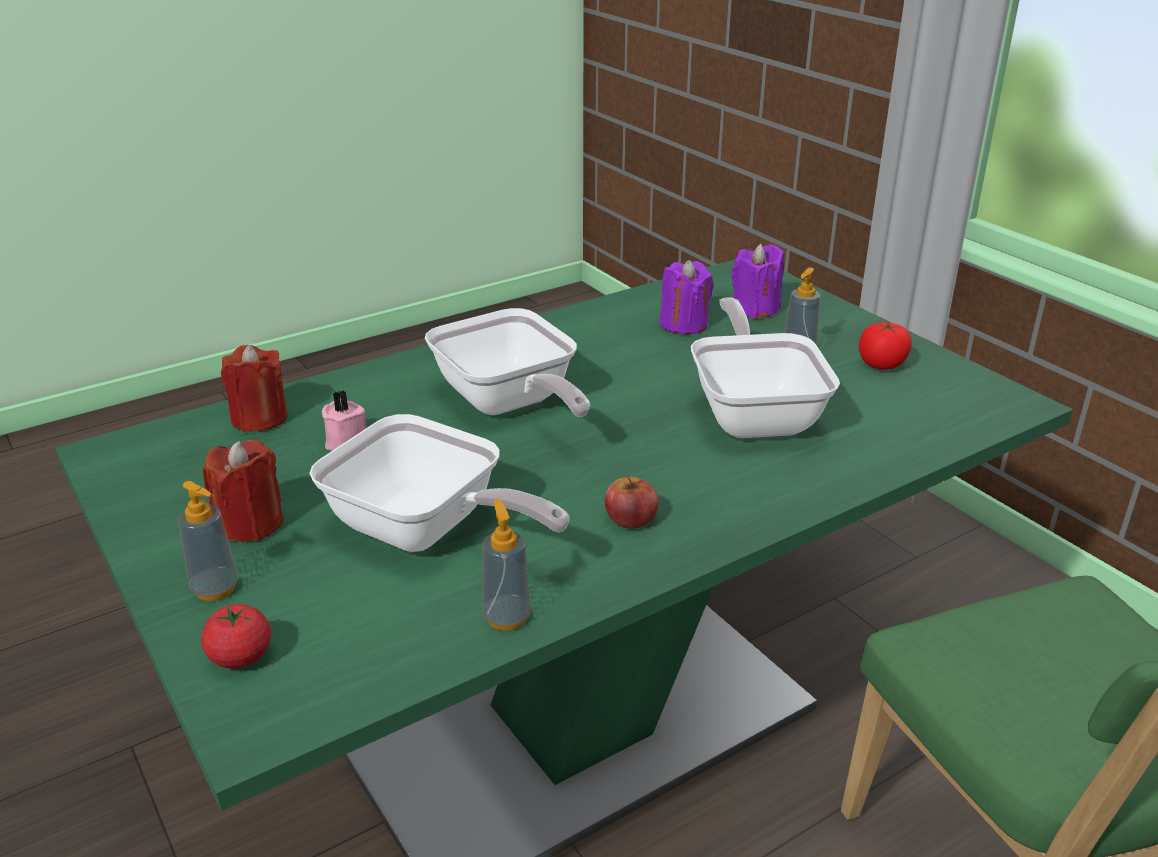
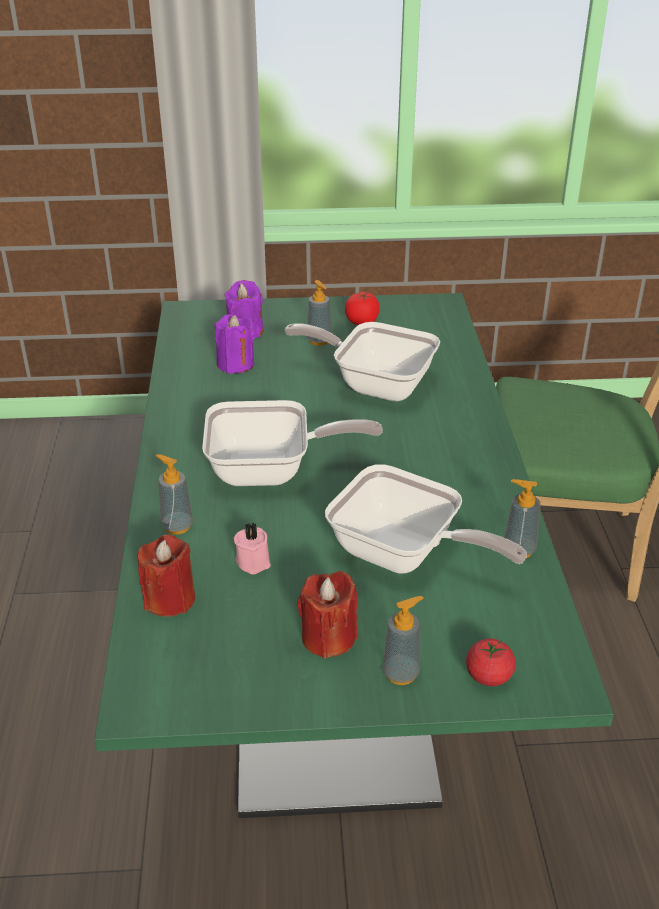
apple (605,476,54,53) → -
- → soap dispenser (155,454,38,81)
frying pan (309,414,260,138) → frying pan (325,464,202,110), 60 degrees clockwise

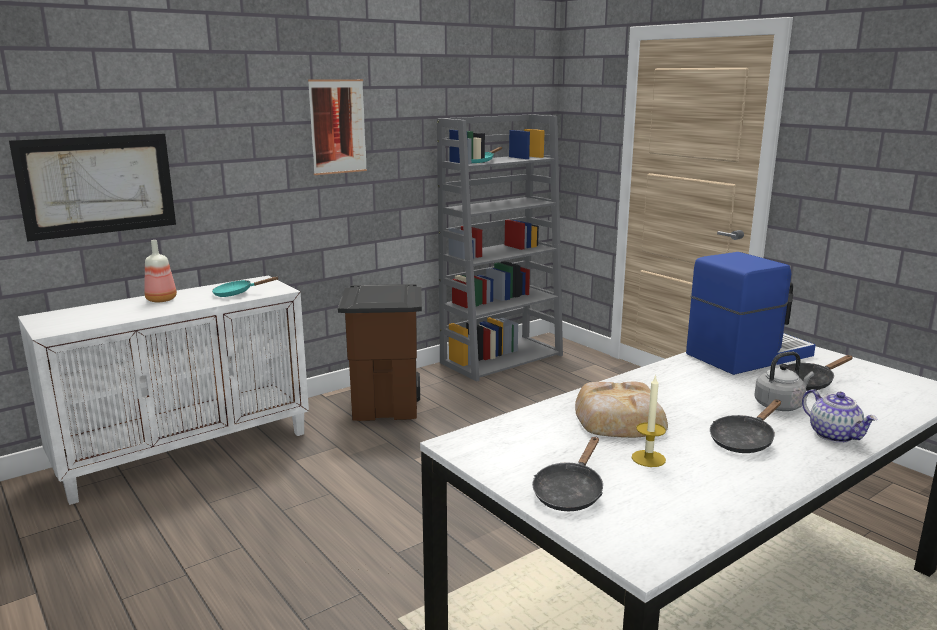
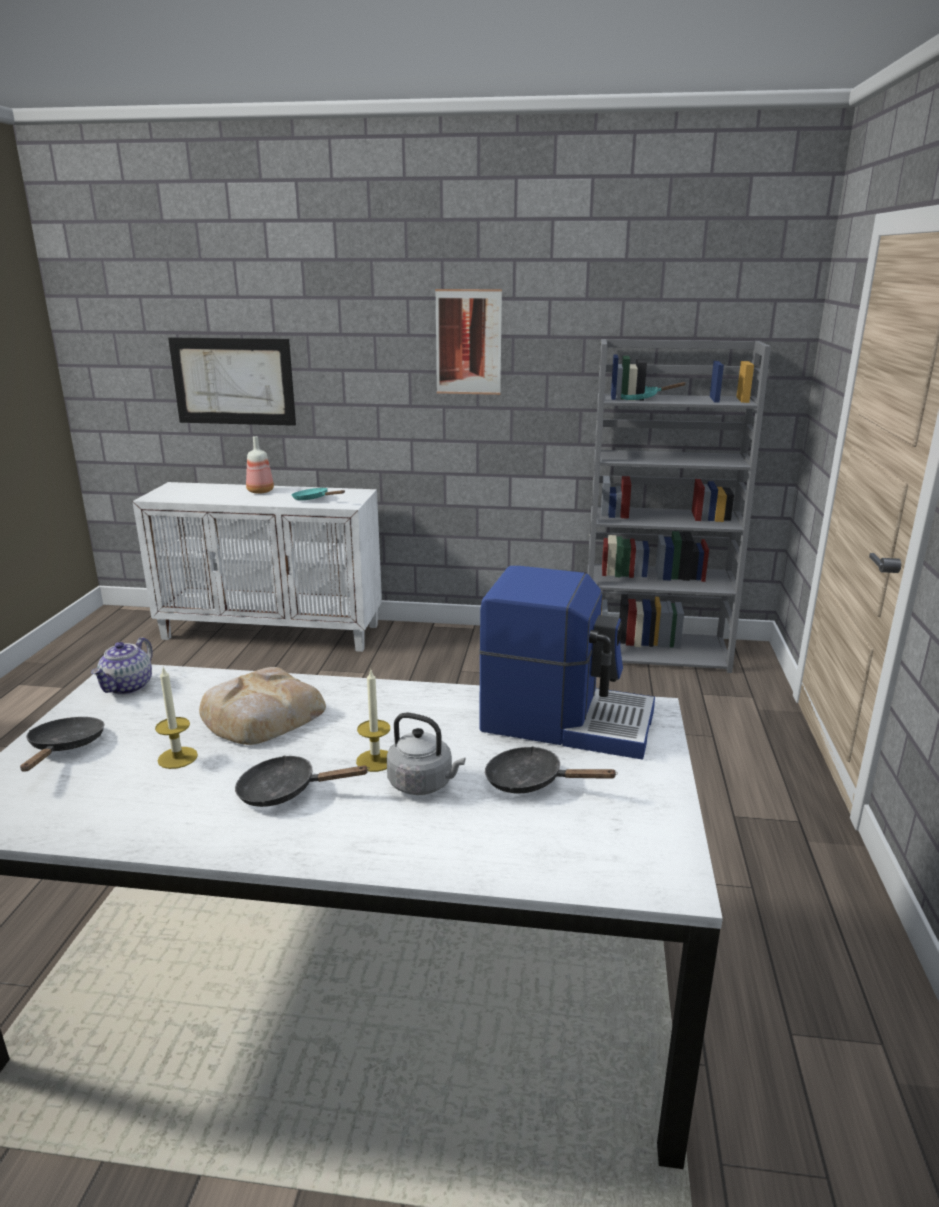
brown trash can (338,284,84,137) → -
- → candle (356,670,34,102)
teapot (802,389,76,54) → teapot (91,637,62,58), relocated
black frying pan (532,437,71,74) → black frying pan (20,717,84,55), 105 degrees clockwise

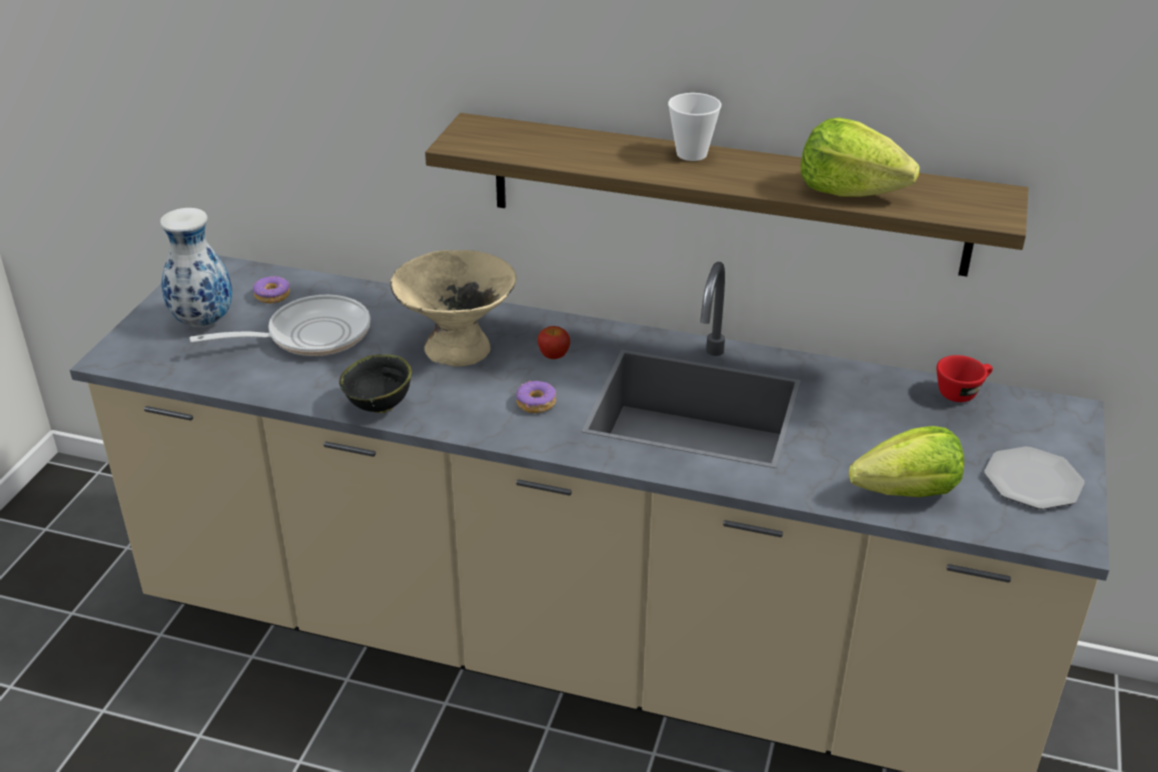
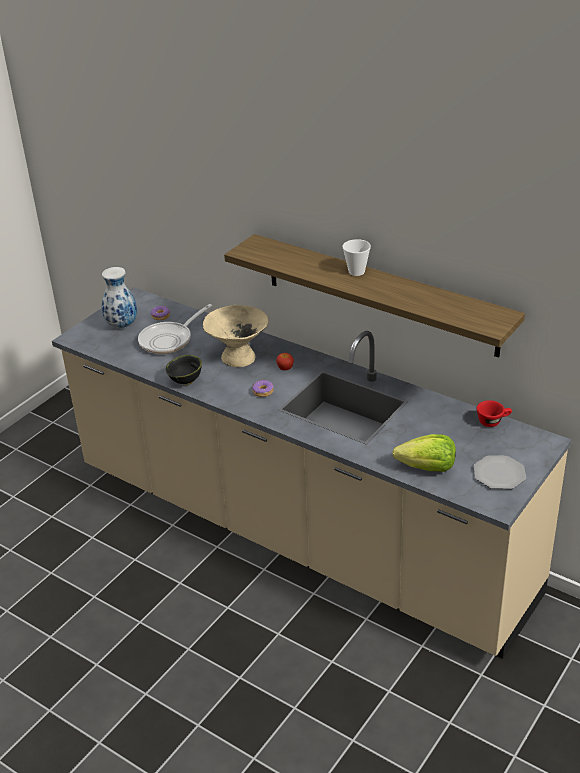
lettuce (801,117,119,80) → -
frying pan (190,295,180,61) → frying pan (138,304,74,50), 135 degrees clockwise

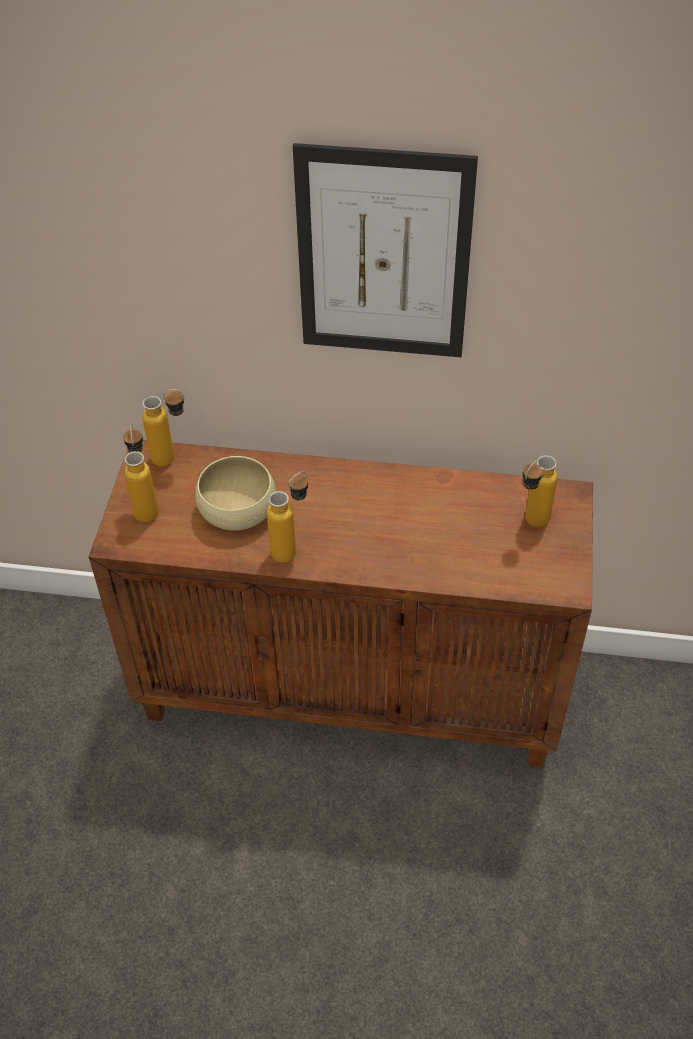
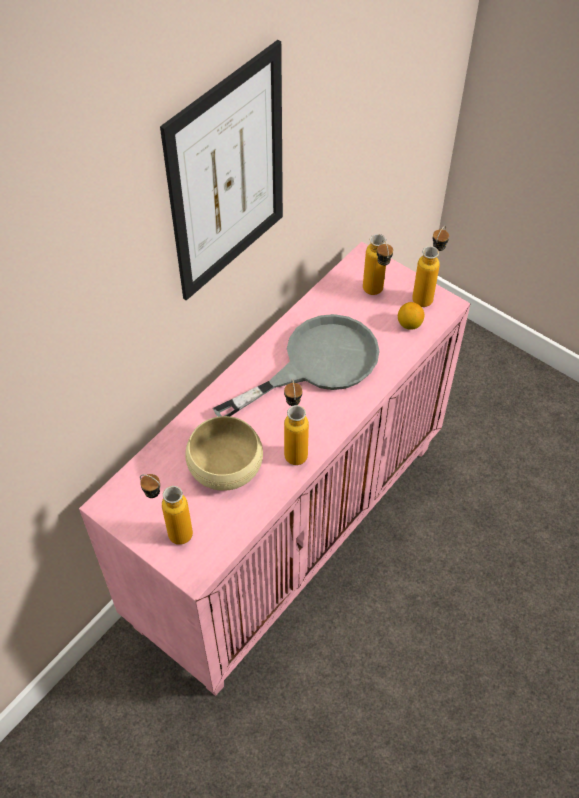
- → grey frying pan (213,314,166,103)
- → lemon (398,302,27,28)
bottle (142,389,43,78) → bottle (412,226,37,81), relocated
brown cabinet (89,440,504,327) → pink cabinet (79,241,391,455)

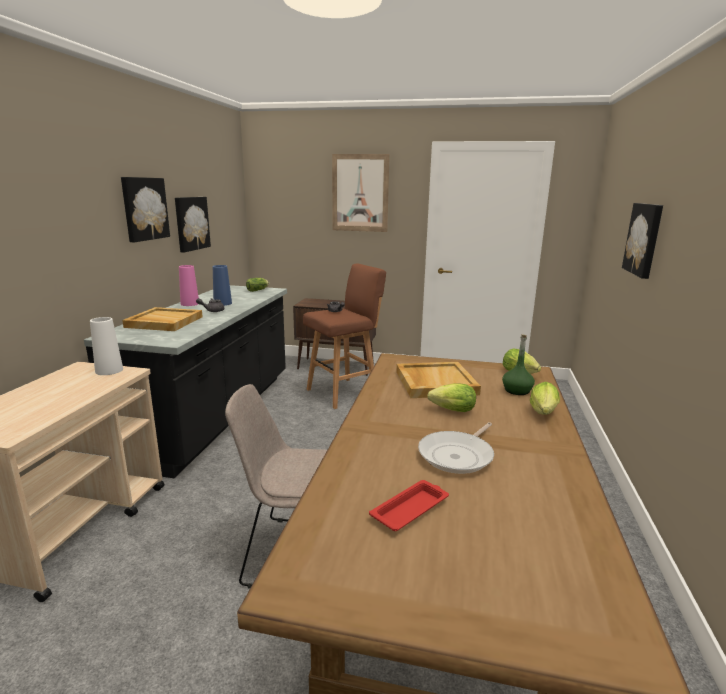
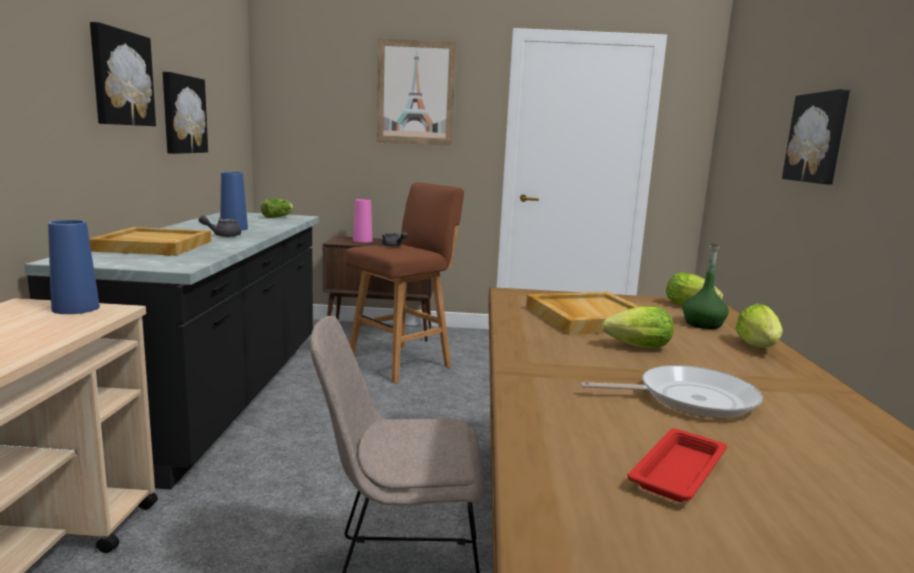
pink vase (179,265,20,41) → pink vase (353,199,20,43), relocated
white vase (90,317,33,58) → blue vase (48,220,52,94)
frying pan (418,422,76,52) → frying pan (581,365,182,53), 120 degrees counterclockwise

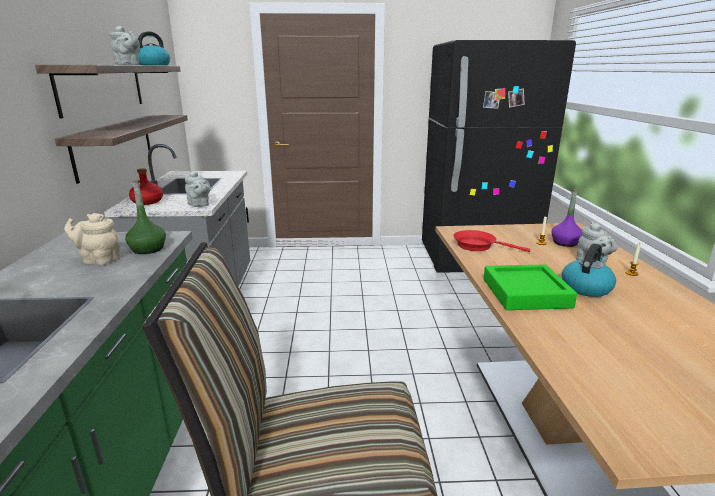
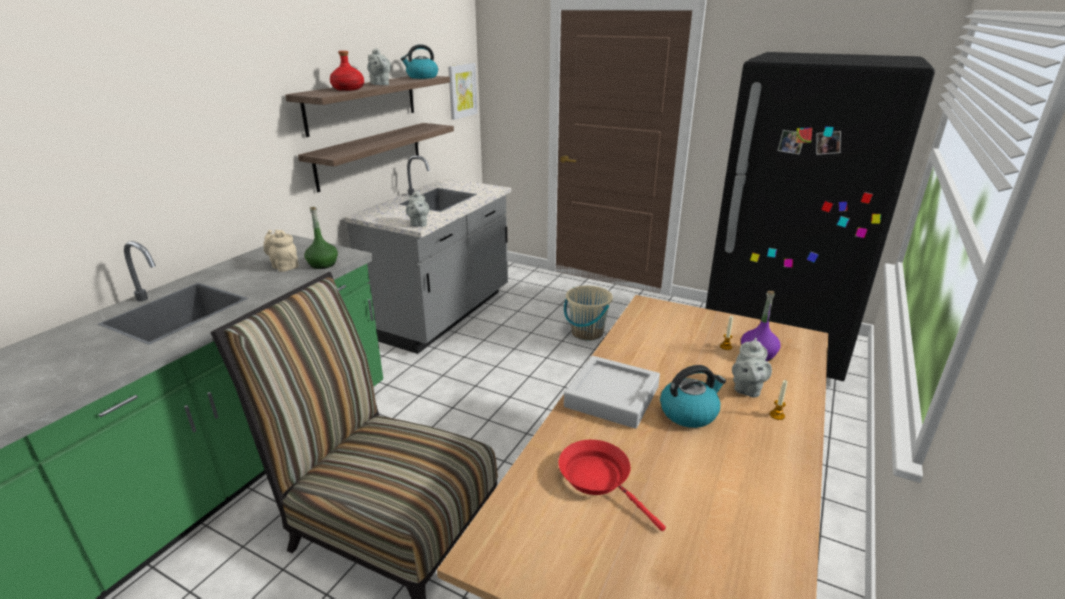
- → picture (448,63,30,57)
- → beige bucket (564,286,49,55)
red bottle (129,168,34,37) → red bottle (330,51,34,40), relocated
red frying pan (453,230,77,22) → red frying pan (559,440,107,91), relocated
green tray (484,264,93,46) → grey tray (564,356,96,73)

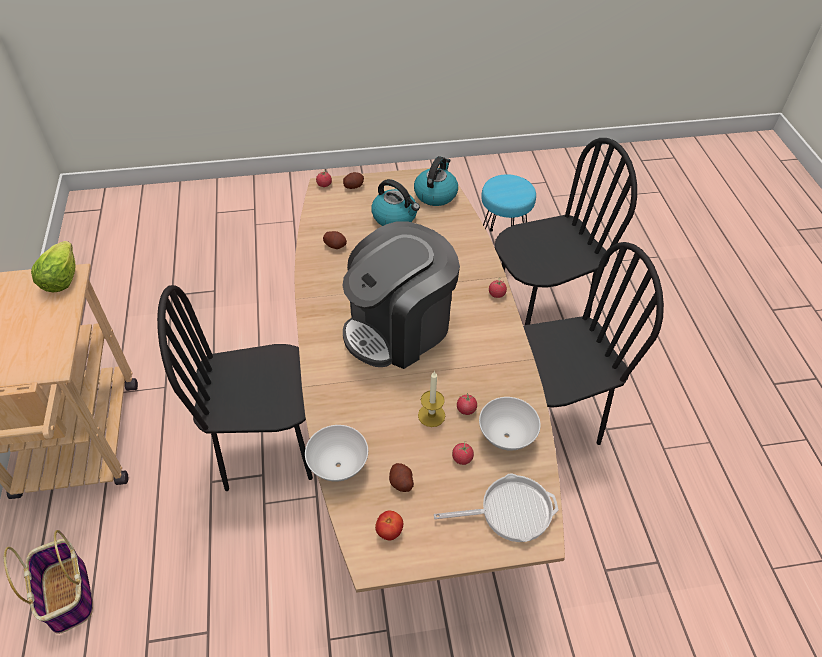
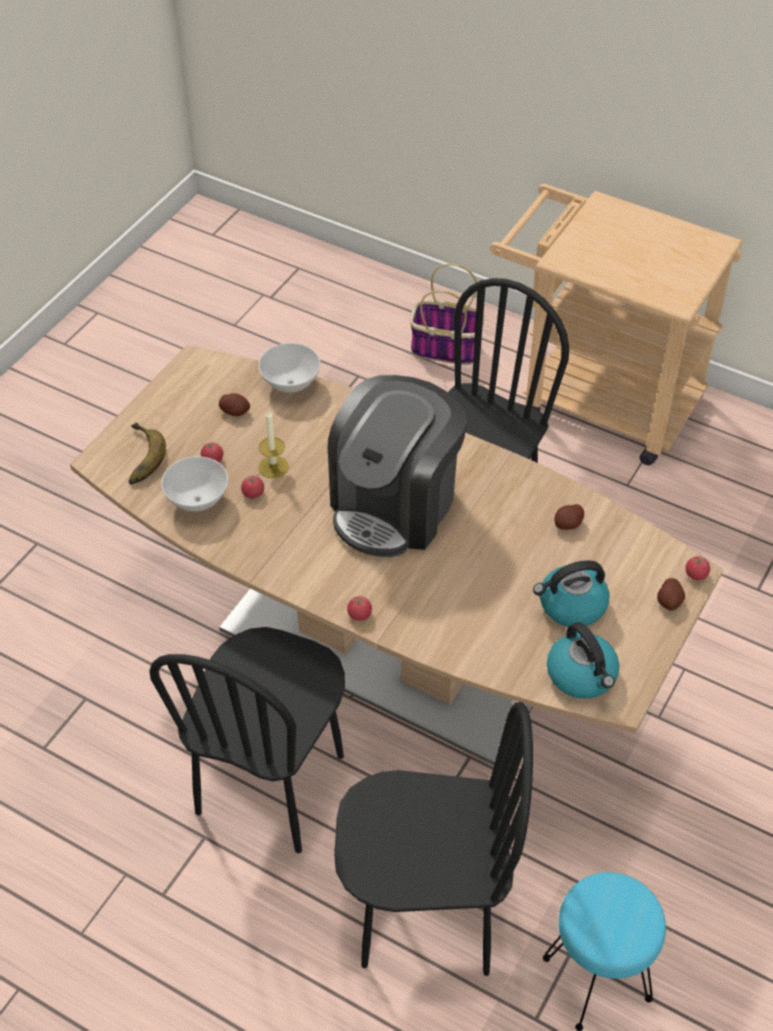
lettuce (31,241,45,51) → -
tomato (375,511,28,30) → -
frying pan (434,473,124,69) → banana (129,423,37,62)
coffee machine (342,221,118,148) → coffee machine (328,375,139,182), 150 degrees counterclockwise
black chair (495,138,142,187) → black chair (334,702,199,274), 105 degrees counterclockwise

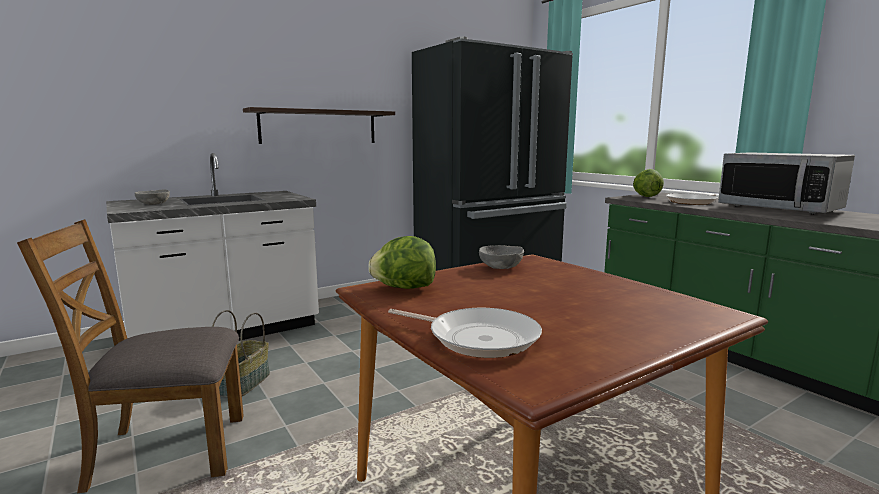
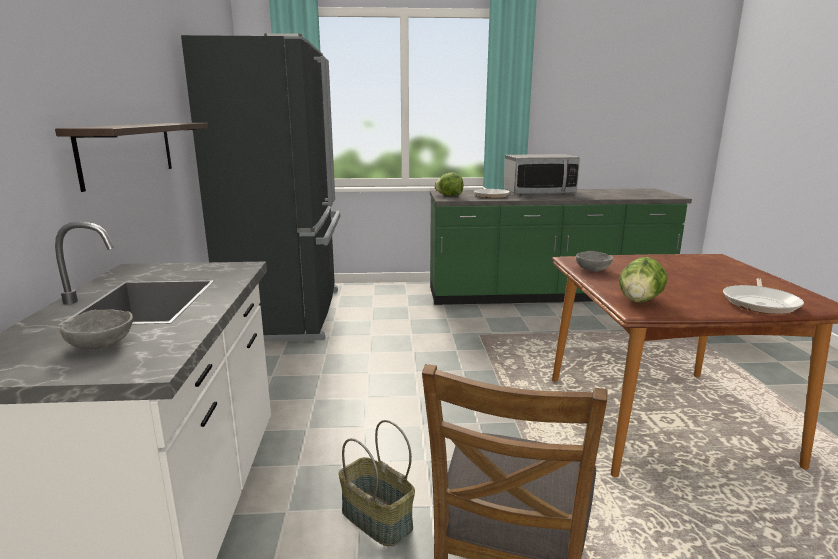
frying pan (388,308,154,50) → frying pan (723,278,81,36), 150 degrees clockwise

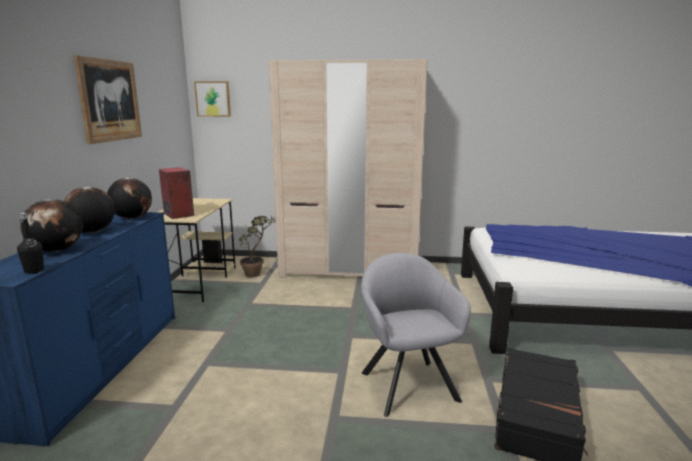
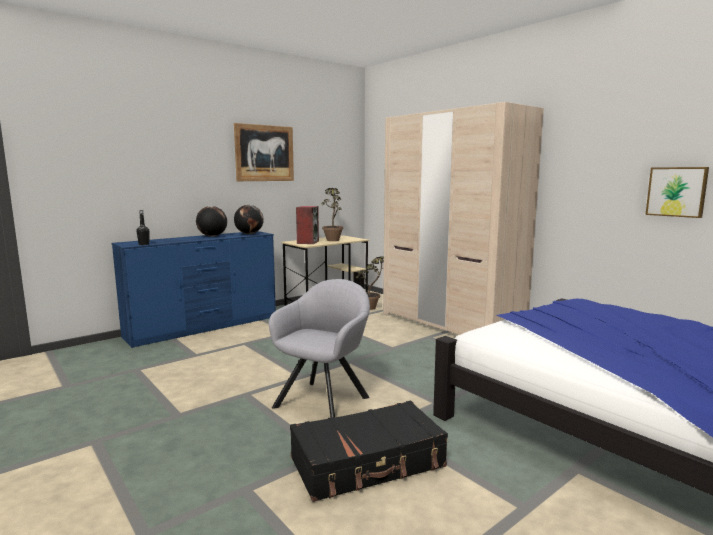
globe (20,199,63,53) → -
- → potted plant (321,188,22,53)
picture (194,81,37,35) → picture (645,167,64,51), relocated

